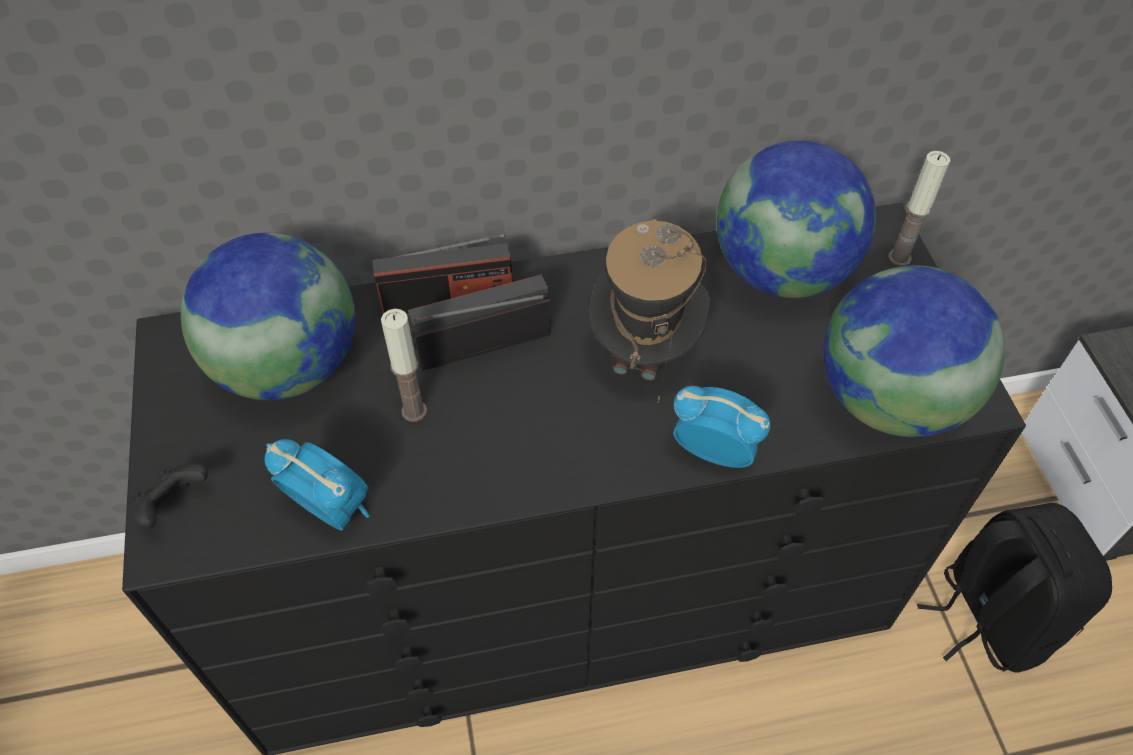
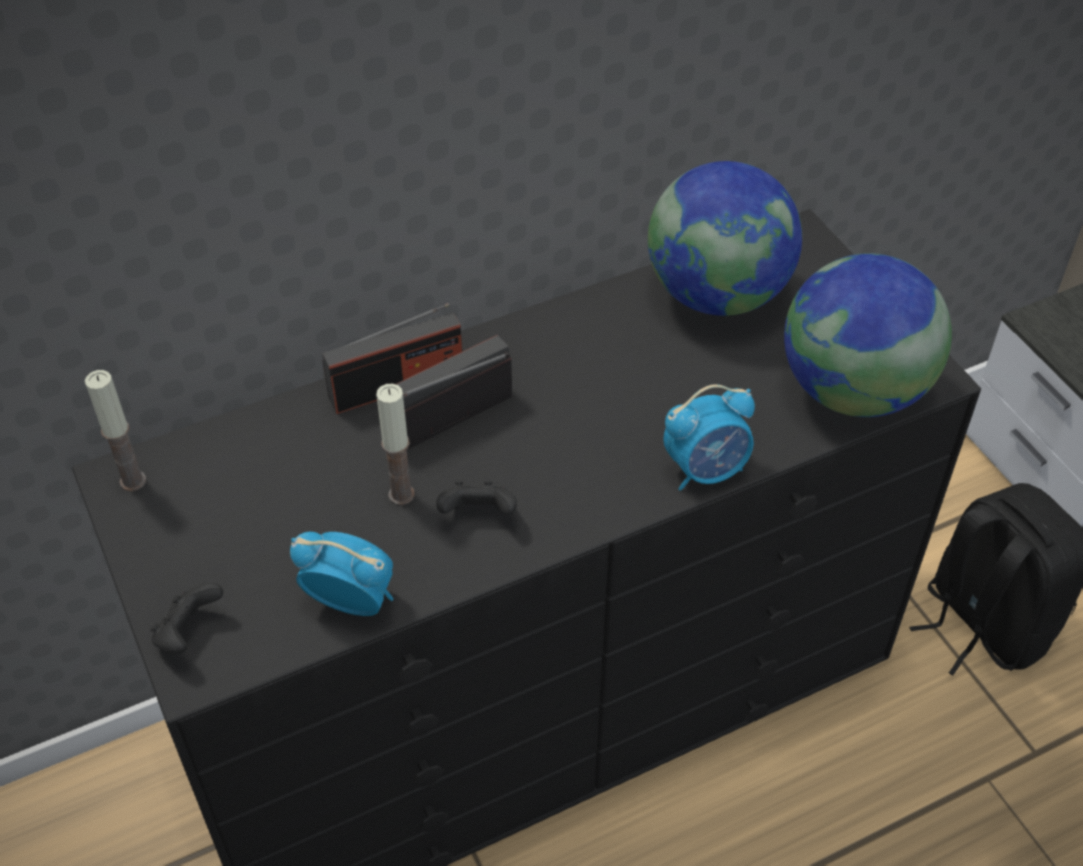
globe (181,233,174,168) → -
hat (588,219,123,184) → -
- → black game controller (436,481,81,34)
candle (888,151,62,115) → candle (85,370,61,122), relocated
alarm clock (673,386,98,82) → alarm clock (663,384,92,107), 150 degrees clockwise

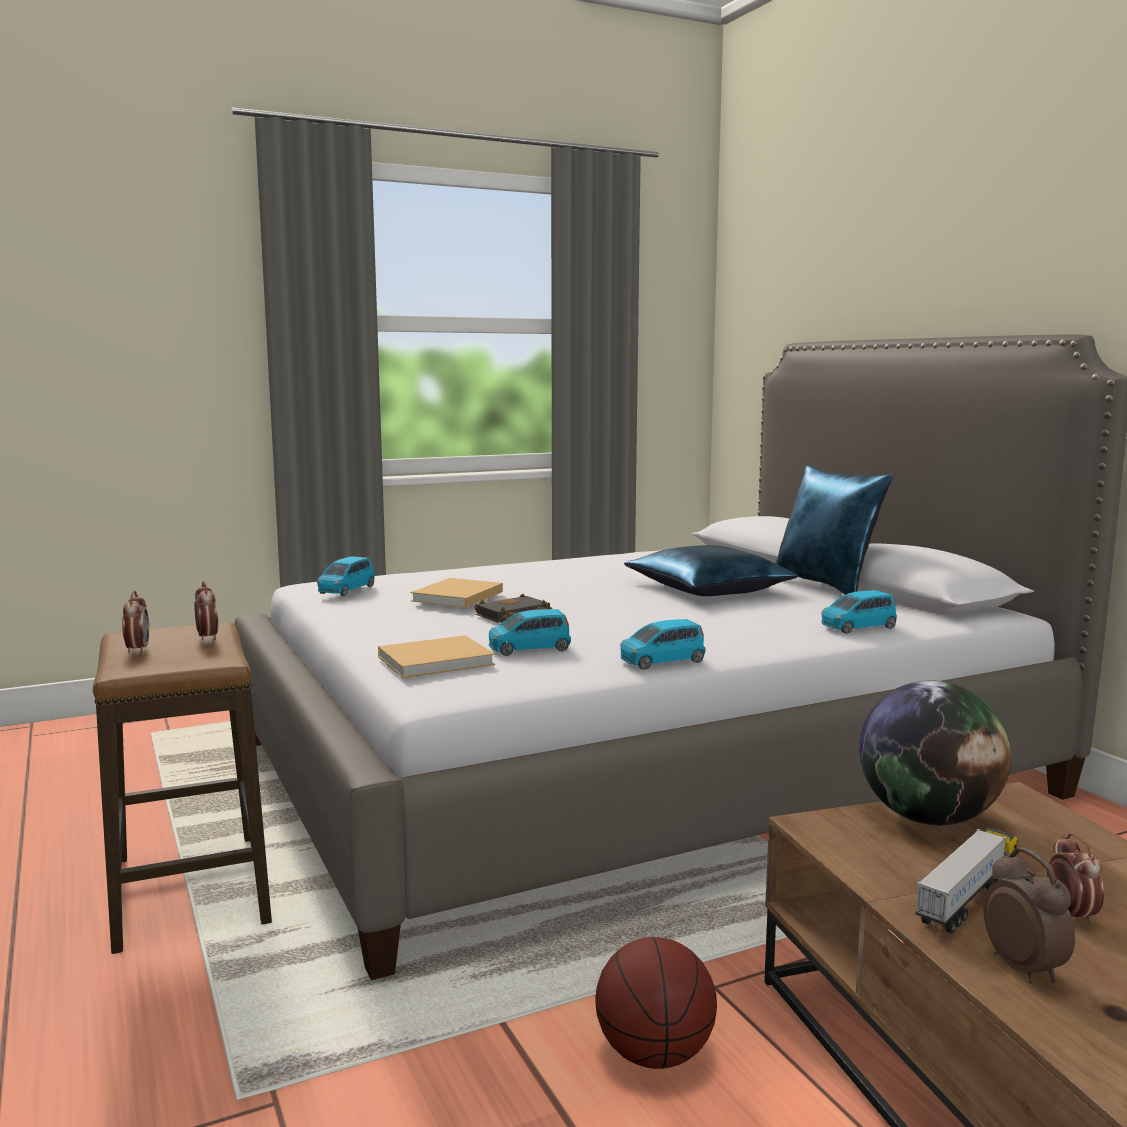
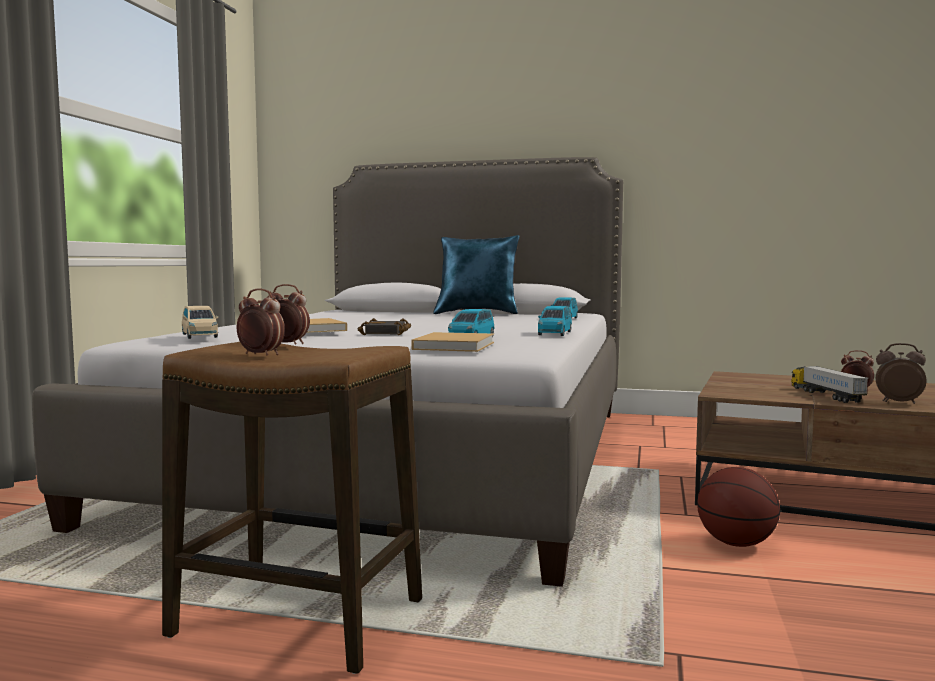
blue pillow (624,545,174,51) → -
globe (859,680,152,145) → -
blue toy car (317,556,58,40) → beige toy car (182,306,36,33)

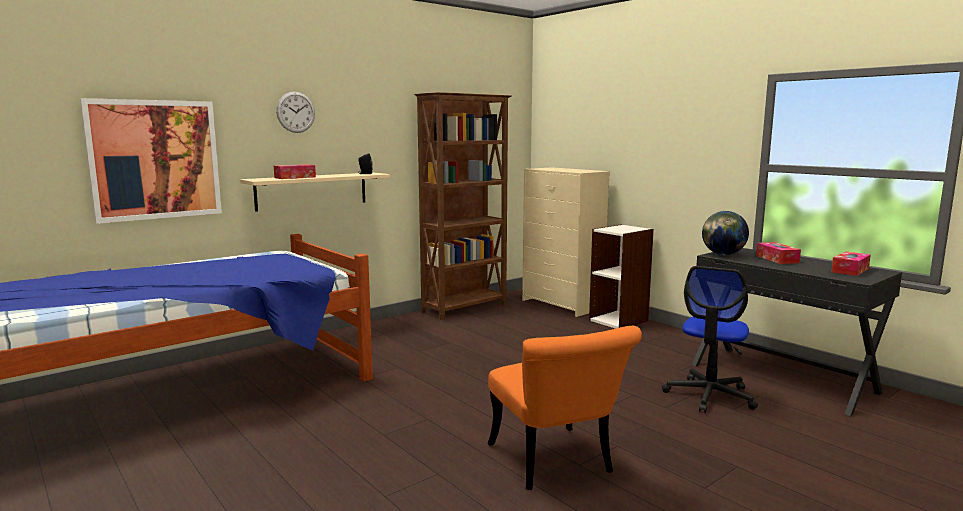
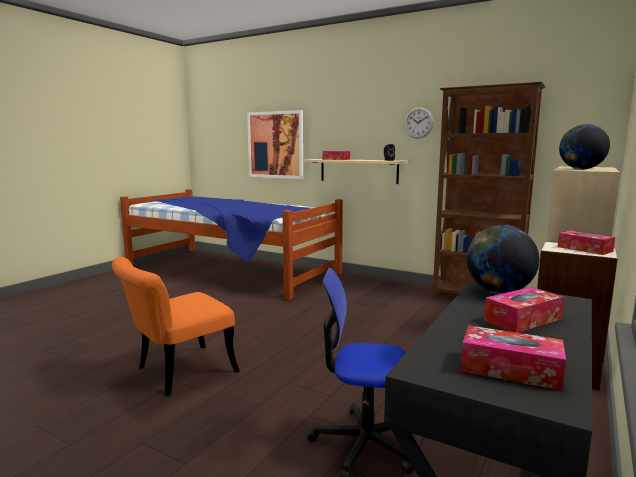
- → tissue box (558,231,57,24)
- → globe (559,124,51,46)
wall clock (276,92,39,41) → wall clock (404,107,30,32), relocated

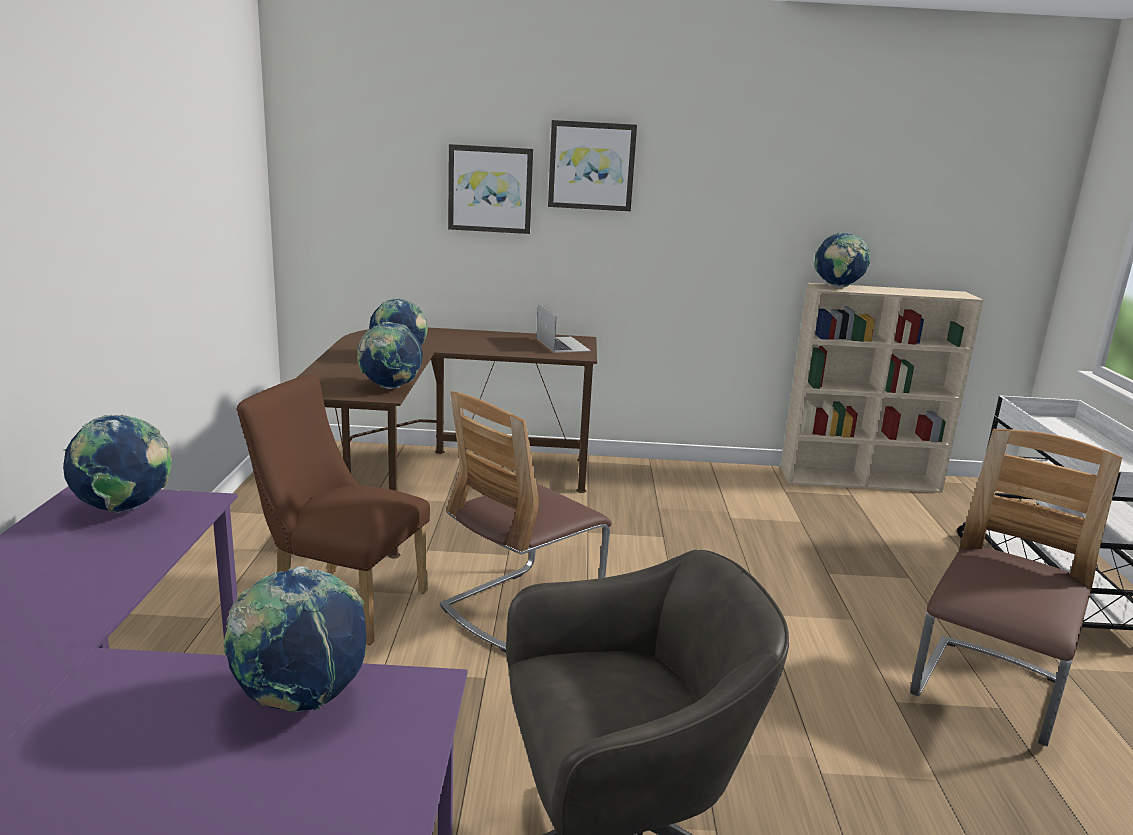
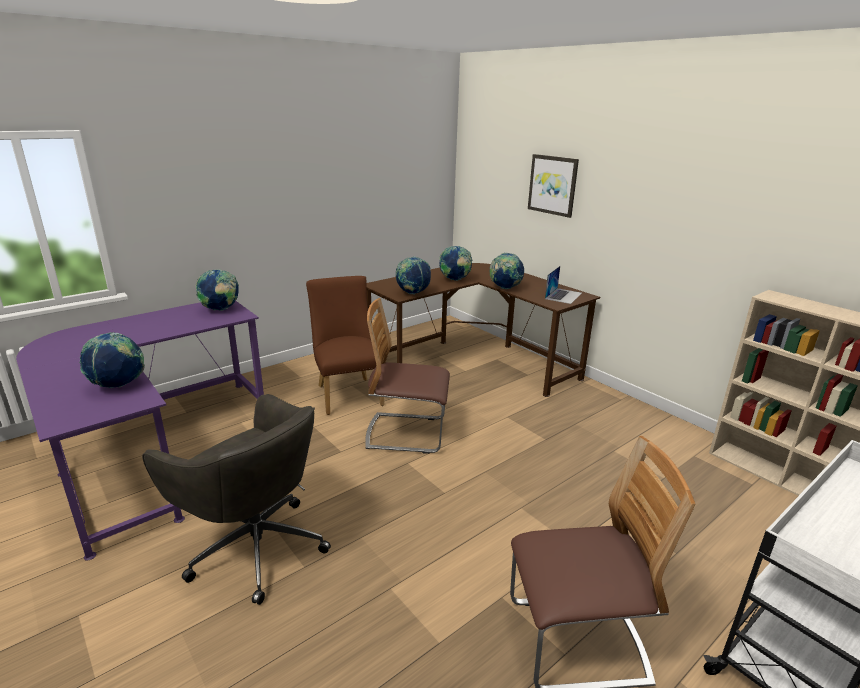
picture (548,120,89,91) → -
globe (814,232,56,55) → globe (490,253,34,36), relocated

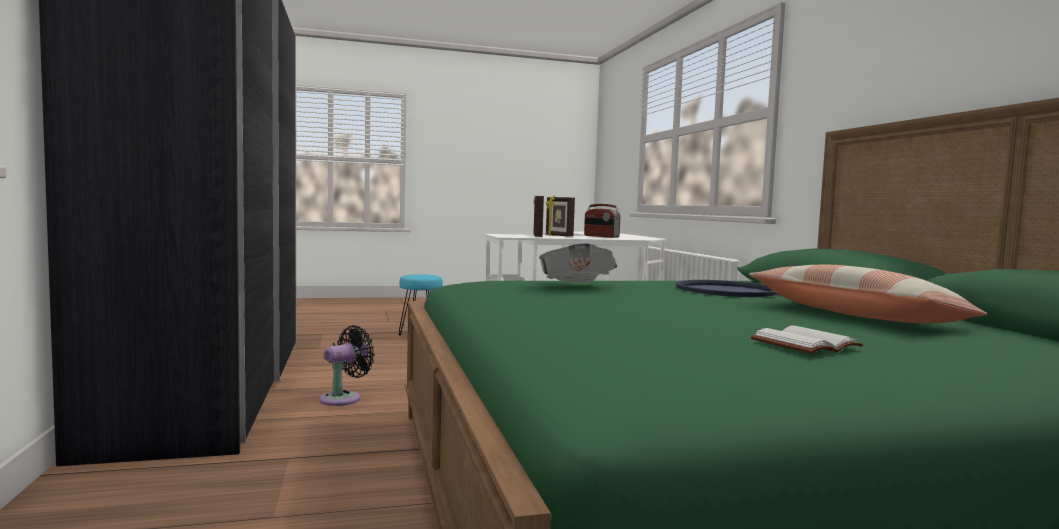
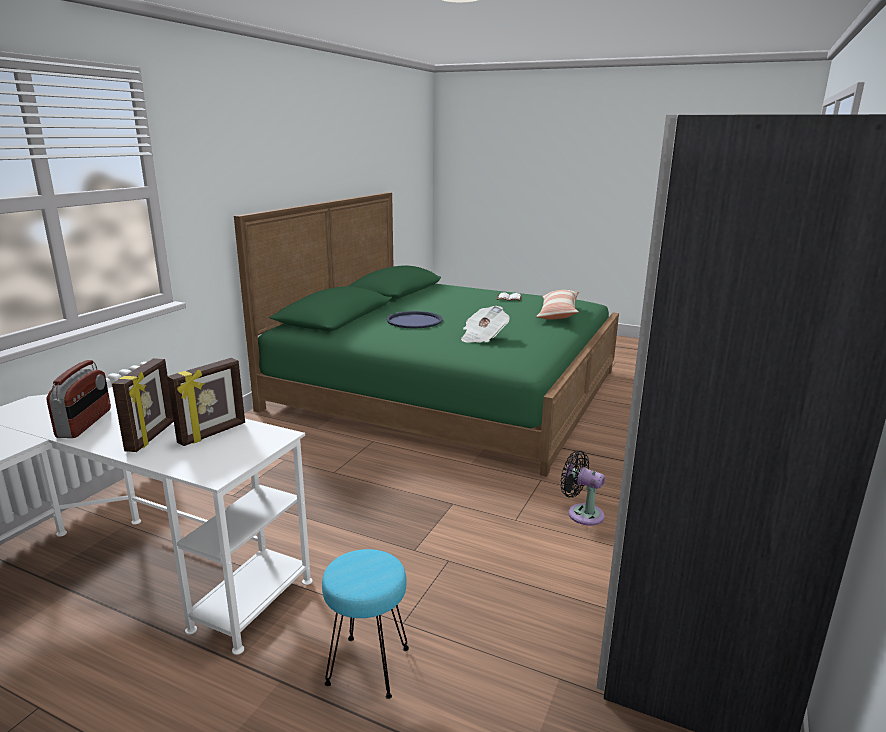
pillow (749,265,238,58) → pillow (536,290,43,29), relocated
black fan (319,325,55,81) → black fan (561,451,44,75), 45 degrees clockwise

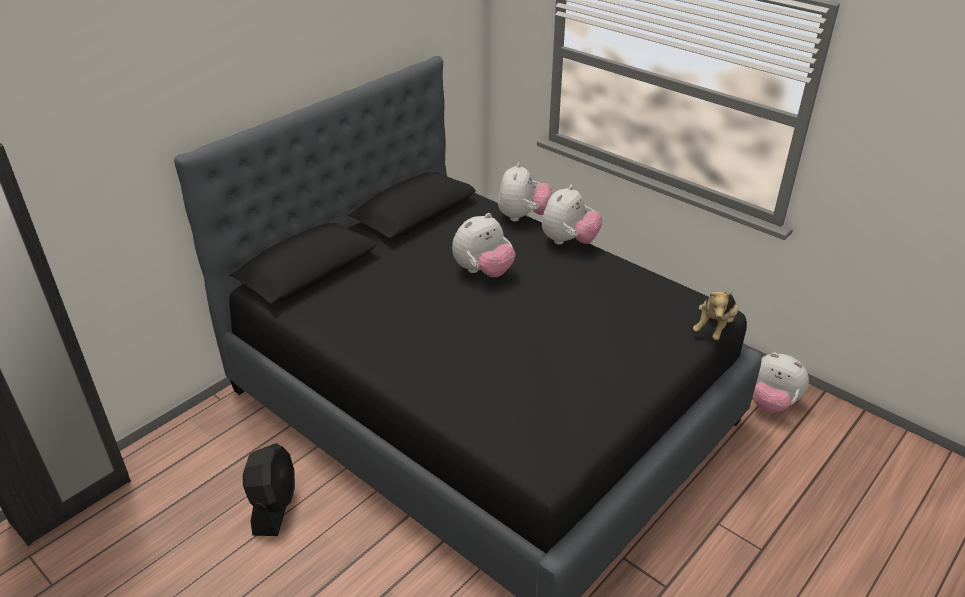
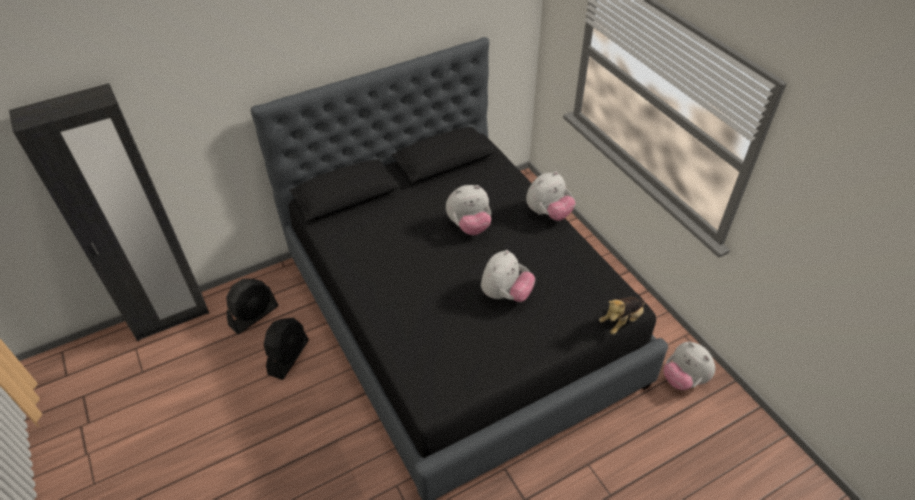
- → black fan (226,279,52,55)
plush toy (498,162,54,60) → plush toy (481,250,54,52), relocated

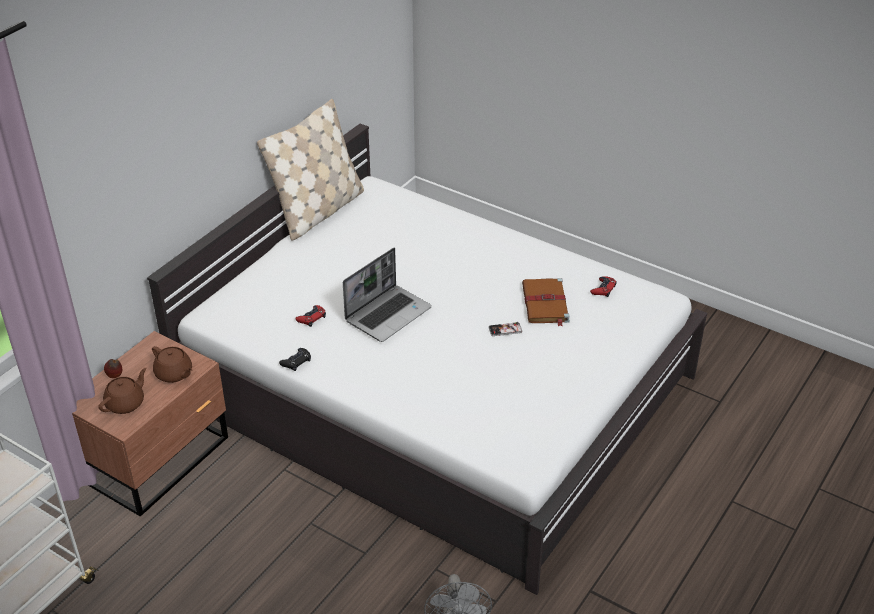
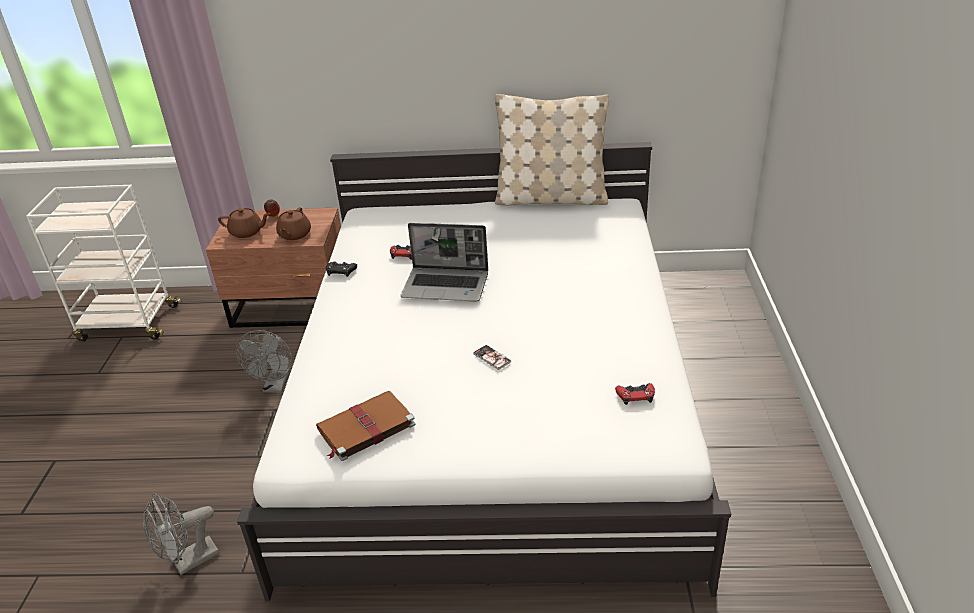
- → grey fan (236,330,57,63)
brown book (522,278,48,49) → brown book (316,391,99,70), relocated

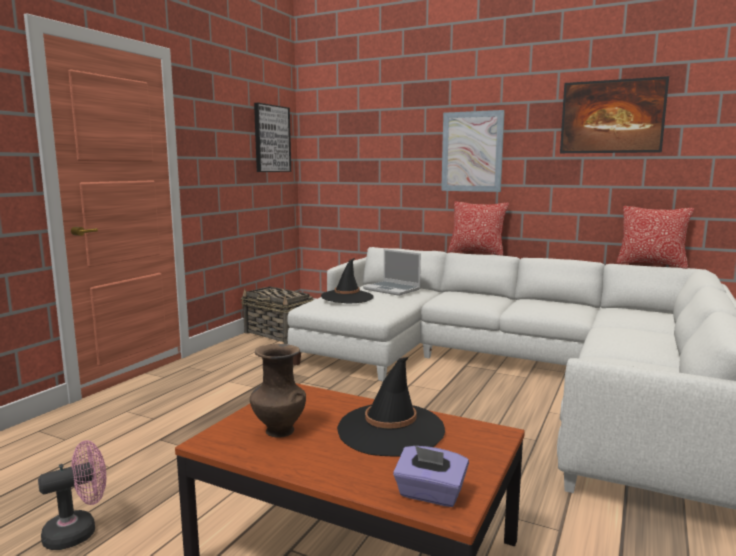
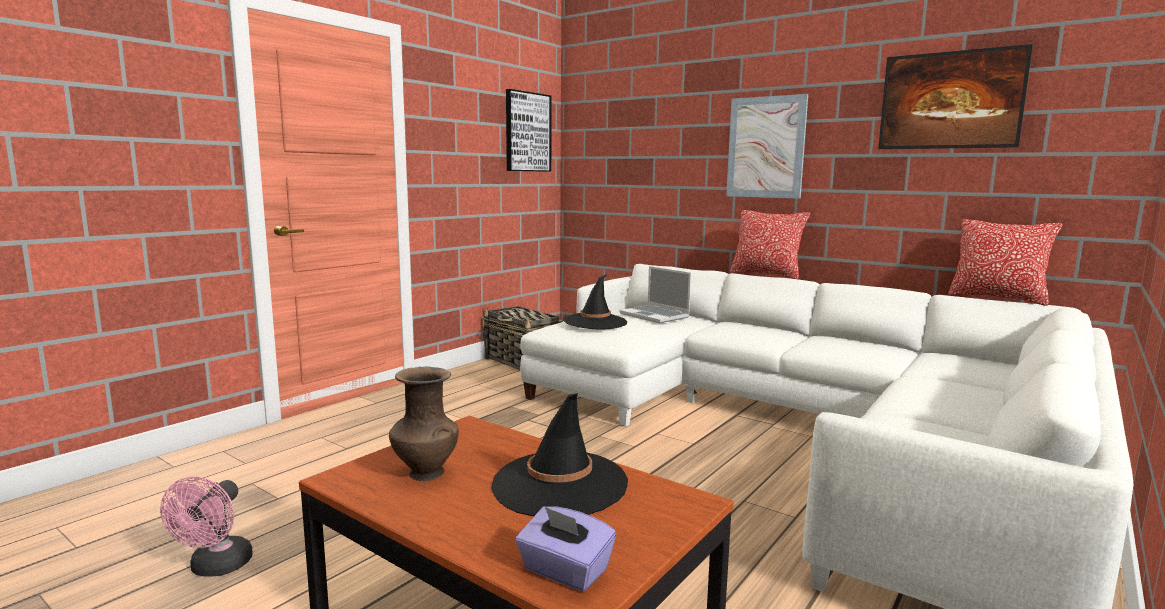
pink fan (38,440,68,110) → pink fan (160,477,93,100), 120 degrees clockwise

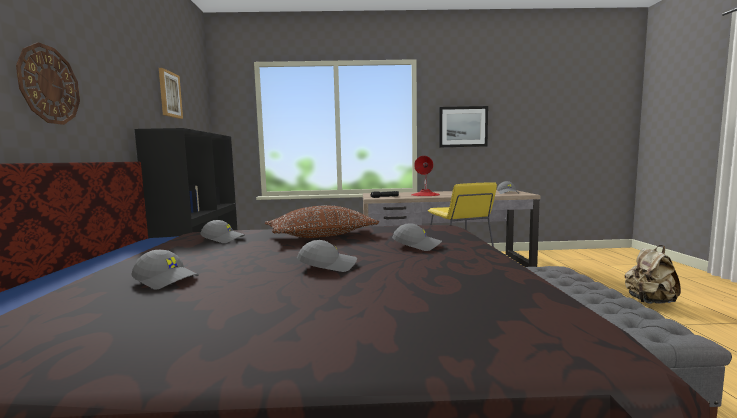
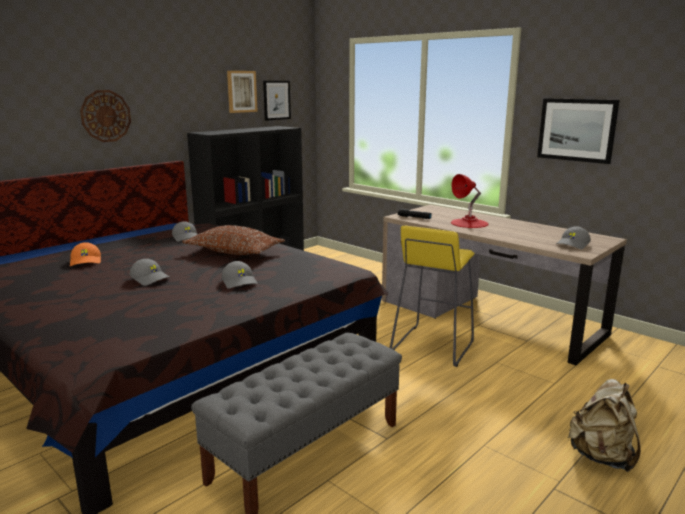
- → picture (263,81,28,40)
grey cap (131,250,67,40) → orange cap (70,242,31,24)

